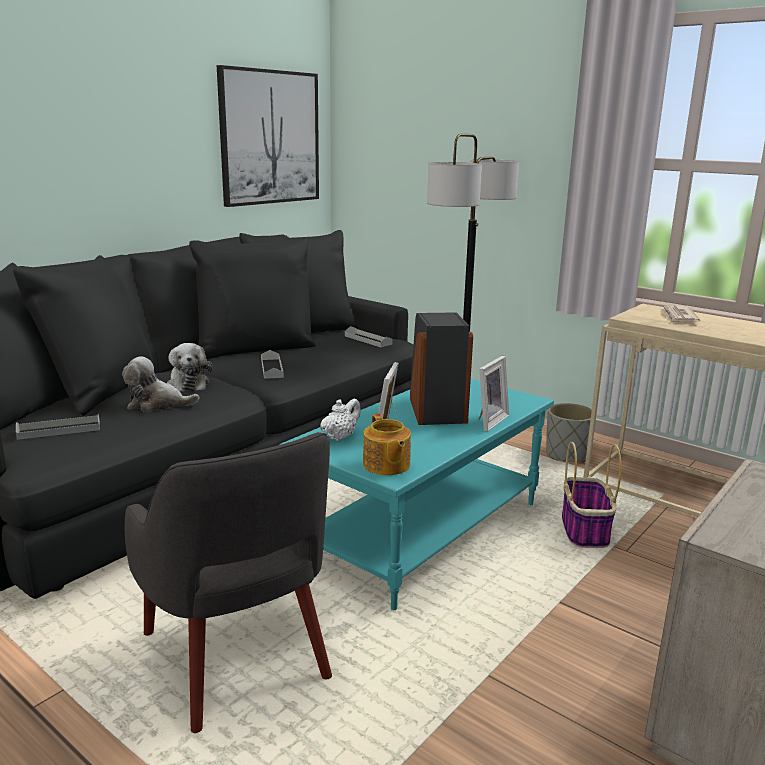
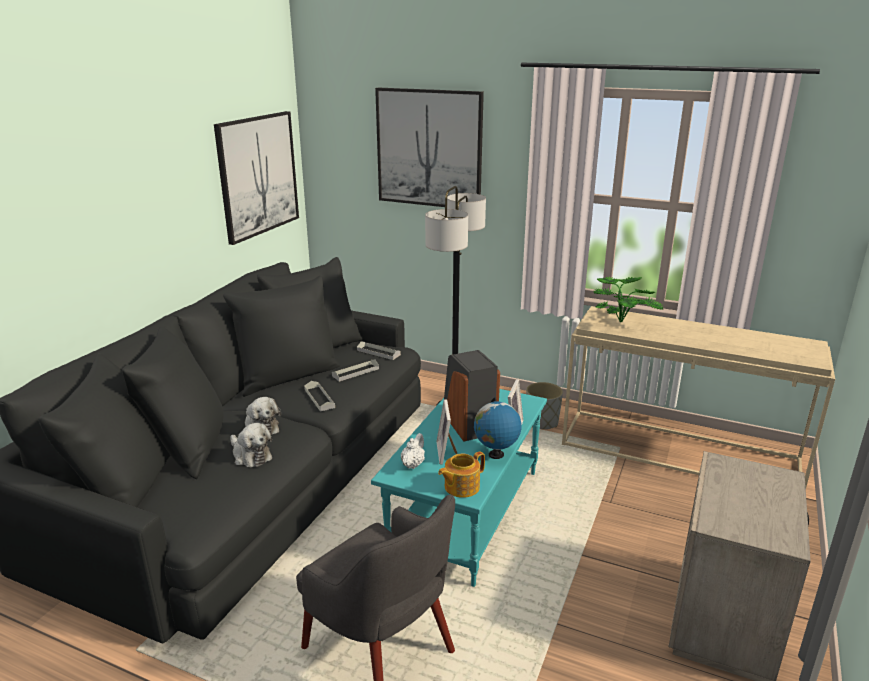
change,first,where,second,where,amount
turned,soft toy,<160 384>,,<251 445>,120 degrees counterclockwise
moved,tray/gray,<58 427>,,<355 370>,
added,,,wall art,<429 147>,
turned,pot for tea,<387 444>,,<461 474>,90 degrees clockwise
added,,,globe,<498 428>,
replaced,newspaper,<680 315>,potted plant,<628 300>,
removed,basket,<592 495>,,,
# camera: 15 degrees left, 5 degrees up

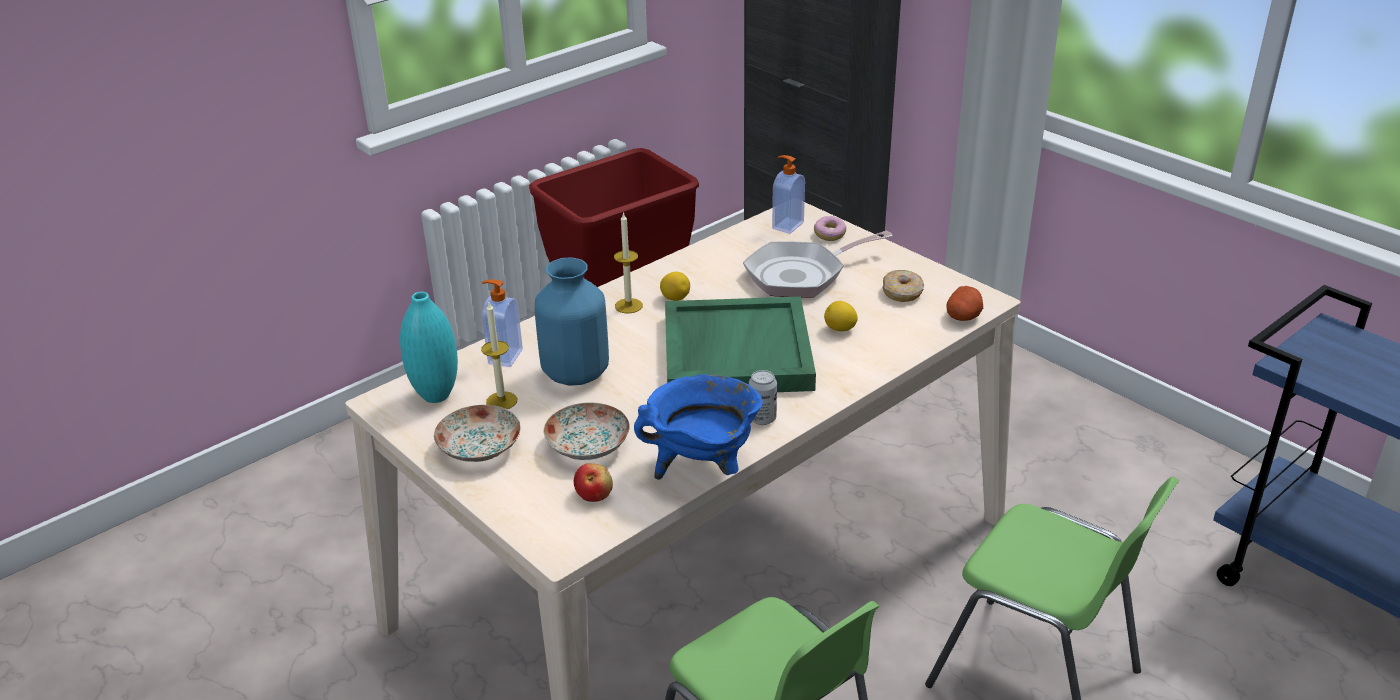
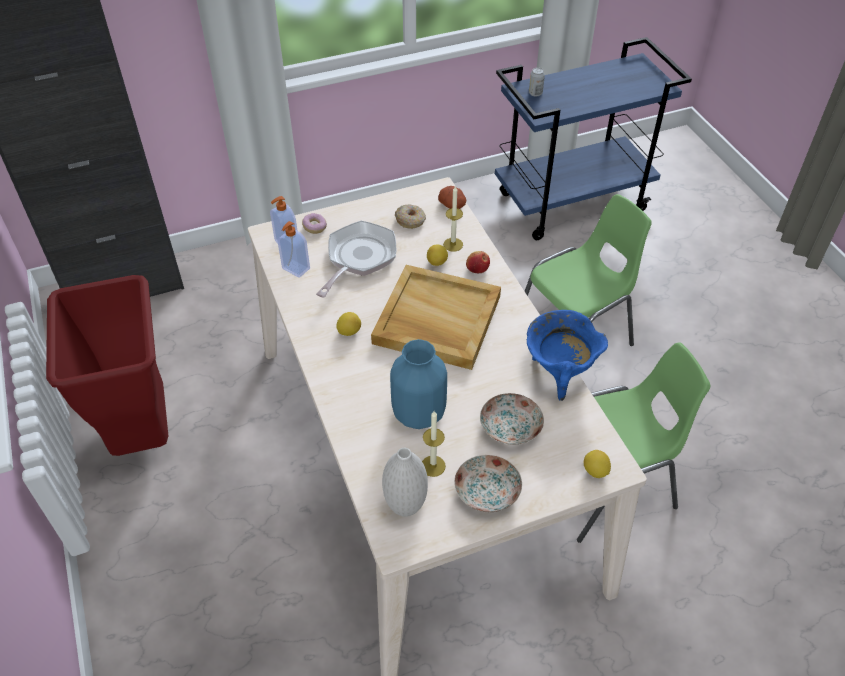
change,first,where,second,where,amount
moved,soap bottle,<502 323>,,<294 249>,
turned,pan,<818 264>,,<356 259>,150 degrees counterclockwise
recoloured,tray/green-coloured,<740 344>,tray/sand-coloured,<436 317>,
recoloured,decorative vase/turquoise-coloured,<429 347>,decorative vase/white,<405 482>,
moved,wax light,<628 262>,,<453 219>,
moved,whole apple,<593 482>,,<478 262>,
moved,sealed can,<763 397>,,<537 82>,
added,,,citrus fruit,<597 464>,
# camera: 70 degrees left, 15 degrees up

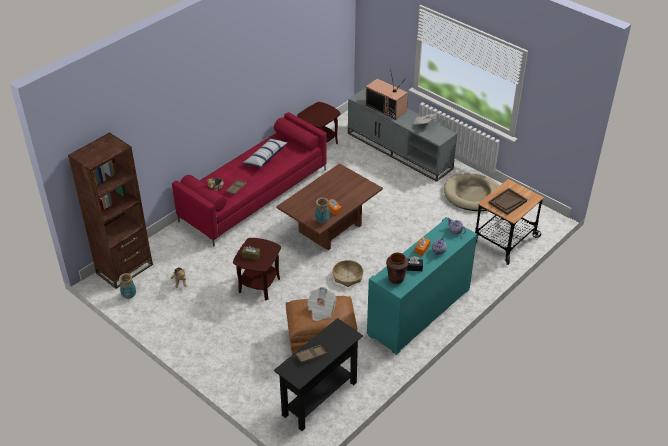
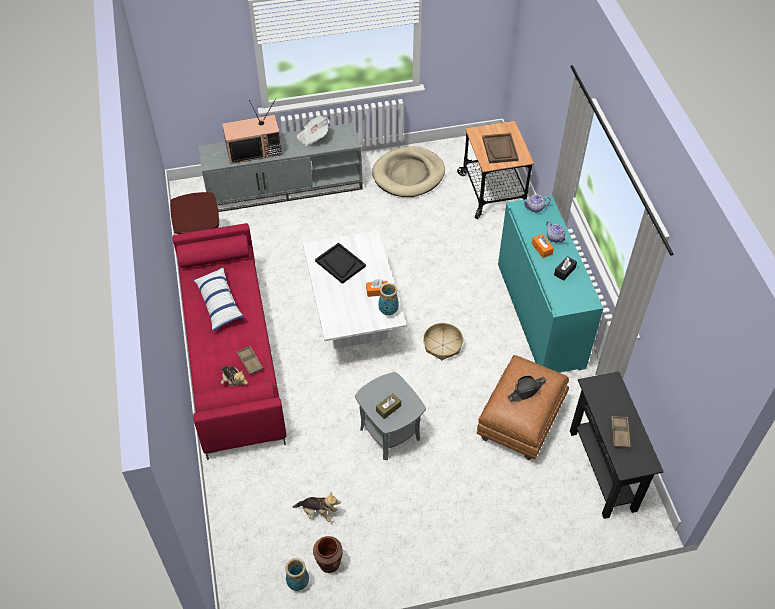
change,first,where,second,where,amount
recoloured,lounge table/brownish,<329 207>,lounge table/white,<354 289>,
moved,decorative vase/brownish,<397 268>,,<328 554>,
added,,,tray/blackish,<340 263>,
recoloured,side table/brownish,<257 269>,side table/gray,<390 416>,
replaced,newspaper,<321 304>,clothing hat/blackish,<527 388>,
removed,shelving unit/brownish,<110 210>,,,
# camera: 55 degrees left, 10 degrees up

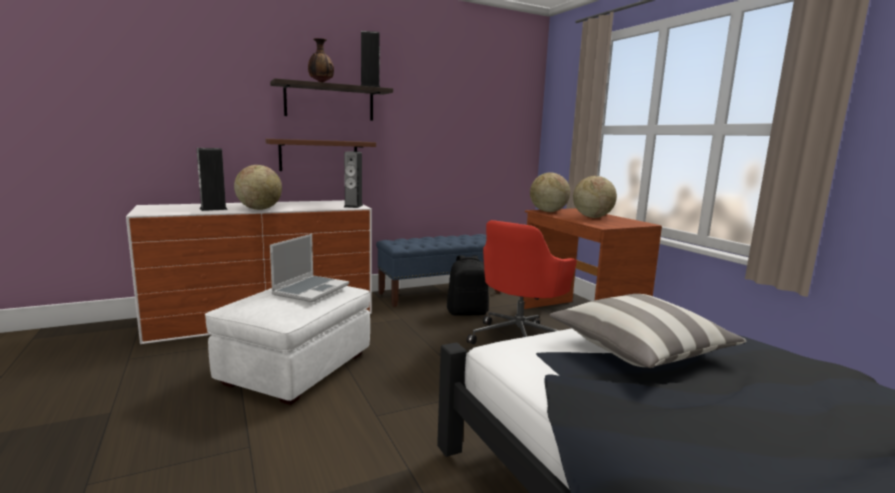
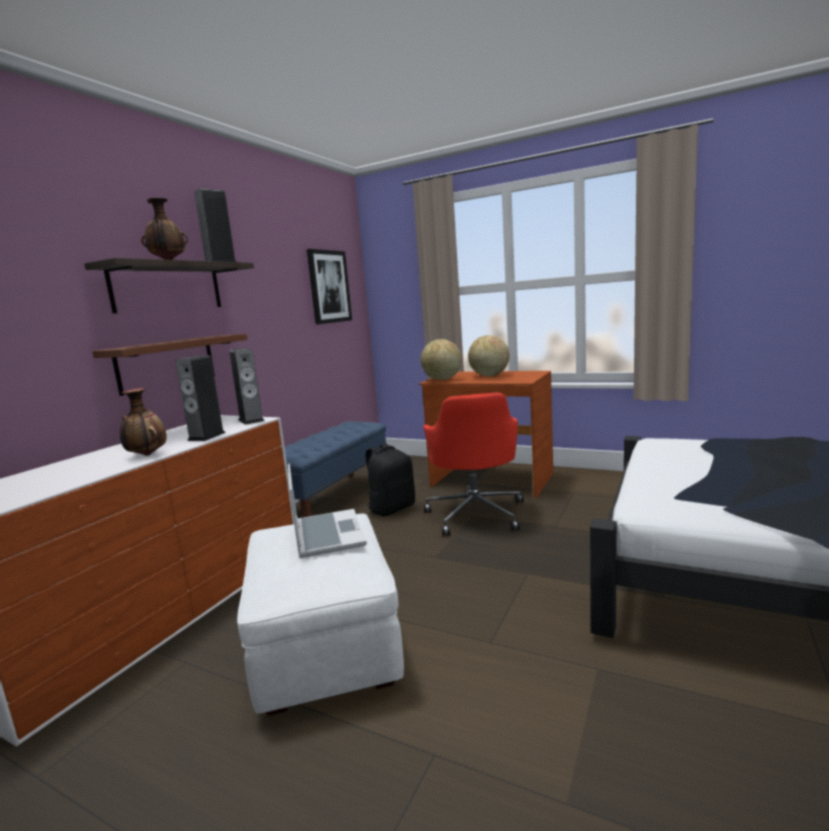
change,first,where,second,where,amount
replaced,globe,<258 187>,decorative vase,<143 422>,
moved,audio speaker,<212 179>,,<200 398>,
added,,,wall art,<329 287>,
removed,pillow,<648 331>,,,
# camera: 35 degrees left, 0 degrees up

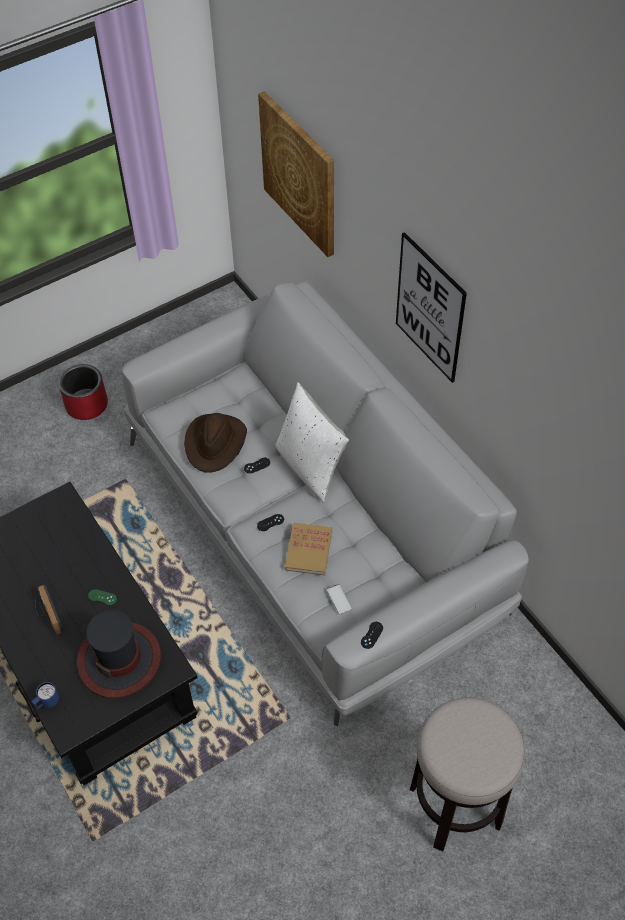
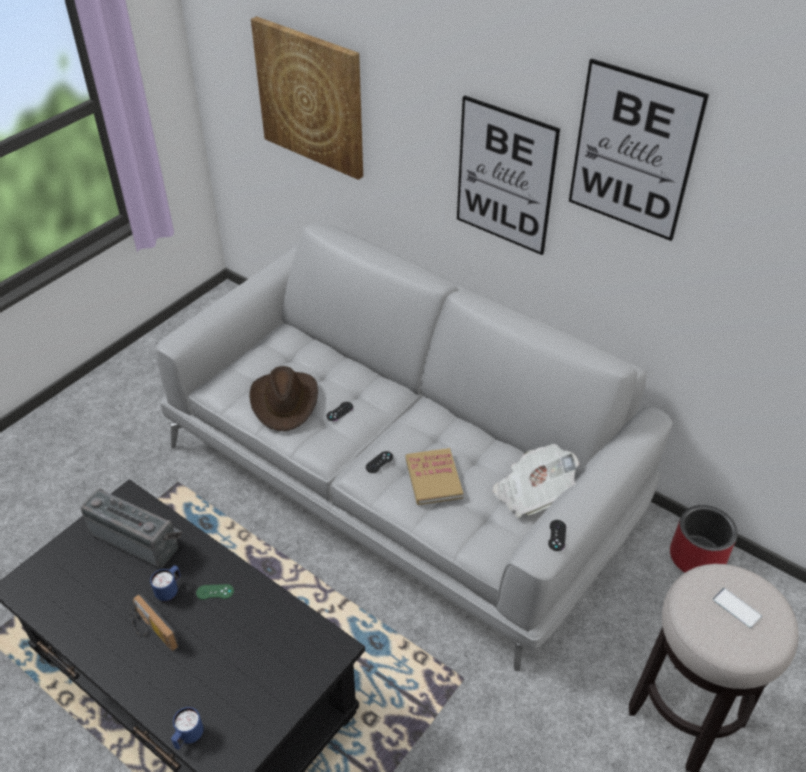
change,first,where,second,where,amount
added,,,radio set,<131 528>,
added,,,coffee mug/blue,<165 583>,
added,,,newspaper,<536 481>,
added,,,wall art,<639 149>,
moved,planter/red,<83 392>,,<704 539>,
moved,telephone,<339 599>,,<737 608>,
removed,clothing hat,<119 654>,,,
removed,pillow/white,<312 442>,,,
# camera: 20 degrees left, 10 degrees down

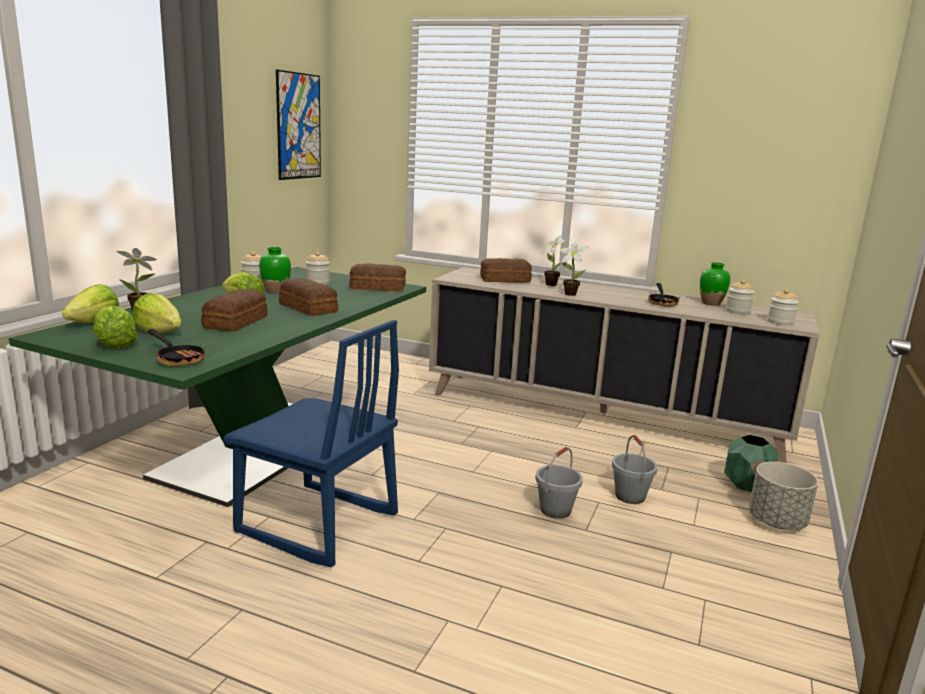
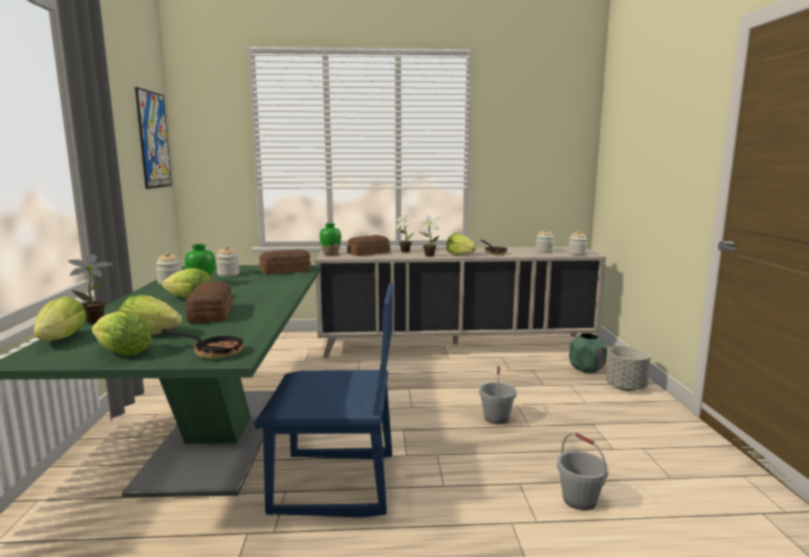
change,first,where,second,where,amount
moved,decorative vase/green-coloured,<715 284>,,<330 239>,
added,,,head of lettuce,<461 244>,
moved,water bucket/gray,<635 469>,,<582 472>,
removed,bread,<308 297>,,,
# camera: 25 degrees left, 5 degrees down

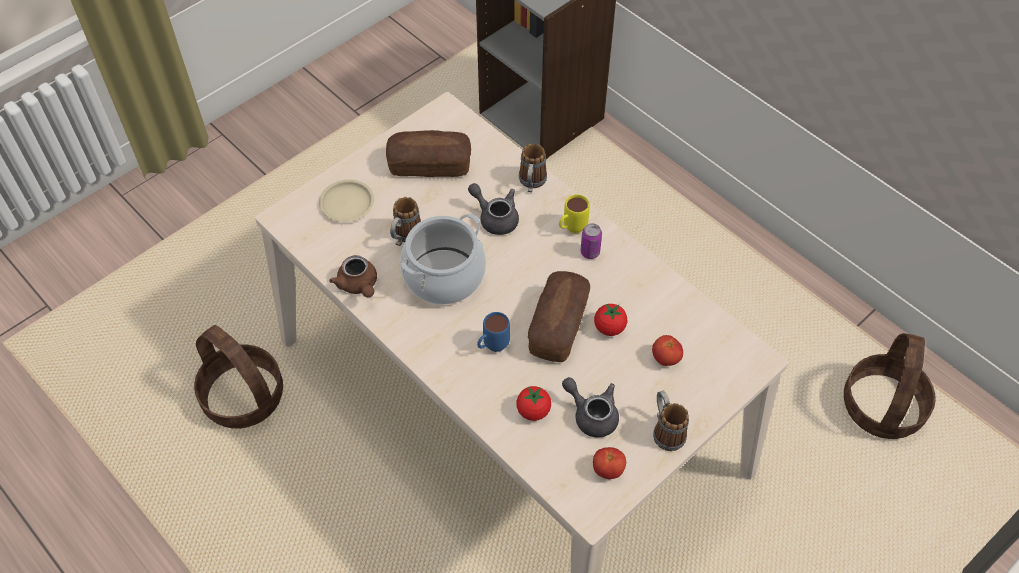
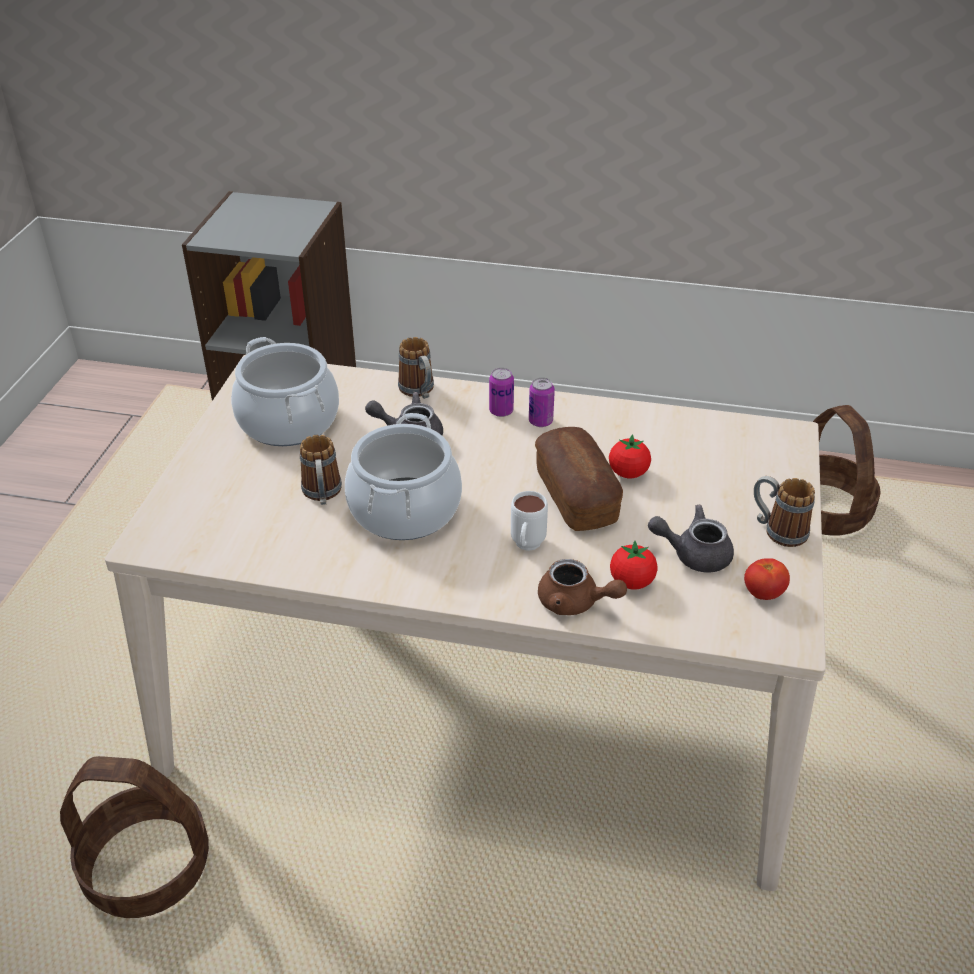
change,first,where,second,where,amount
replaced,bread,<428 153>,cooking pot,<285 391>,
replaced,coffee mug/yellowish,<574 213>,sealed can,<501 392>,
recoloured,coffee mug/blue,<493 332>,coffee mug/white,<529 521>,
moved,pot for tea/brownish,<353 276>,,<582 587>,
removed,flat dish/sand-coloured,<346 201>,,,
removed,tomato,<667 350>,,,
# camera: 35 degrees left, 15 degrees down

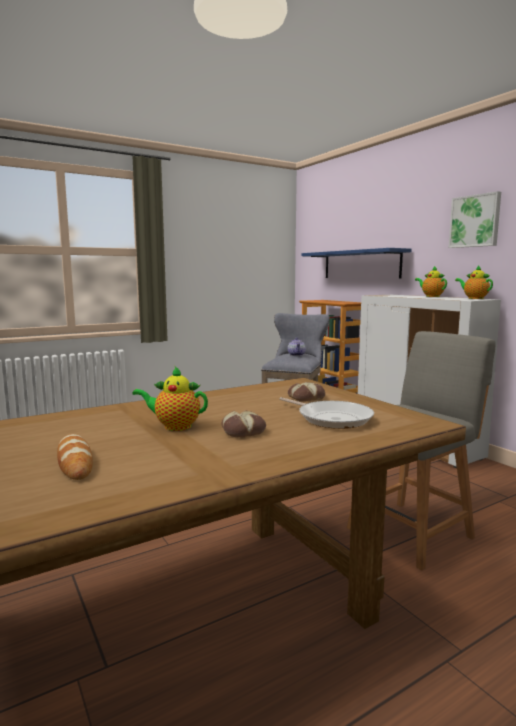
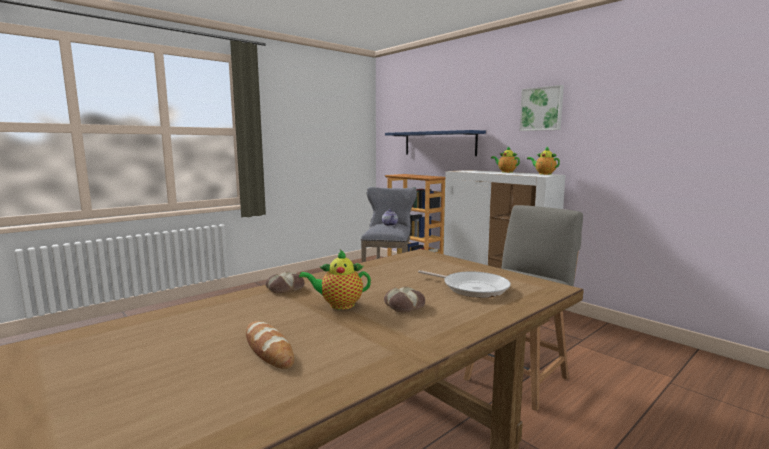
change,first,where,second,where,amount
moved,bread,<306 391>,,<285 282>,
# camera: 10 degrees left, 0 degrees up

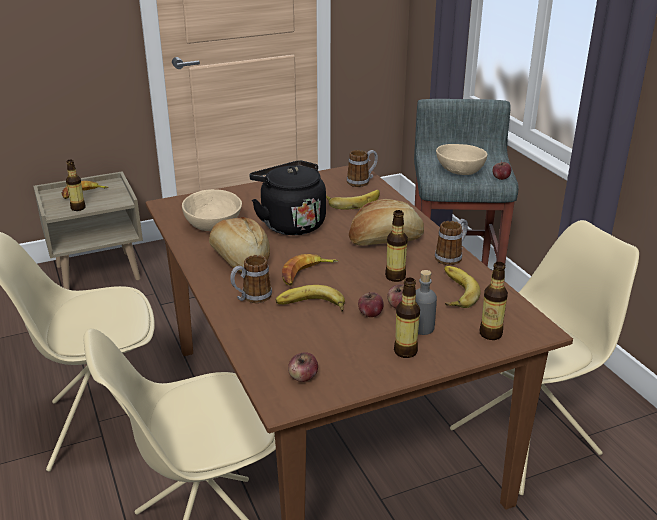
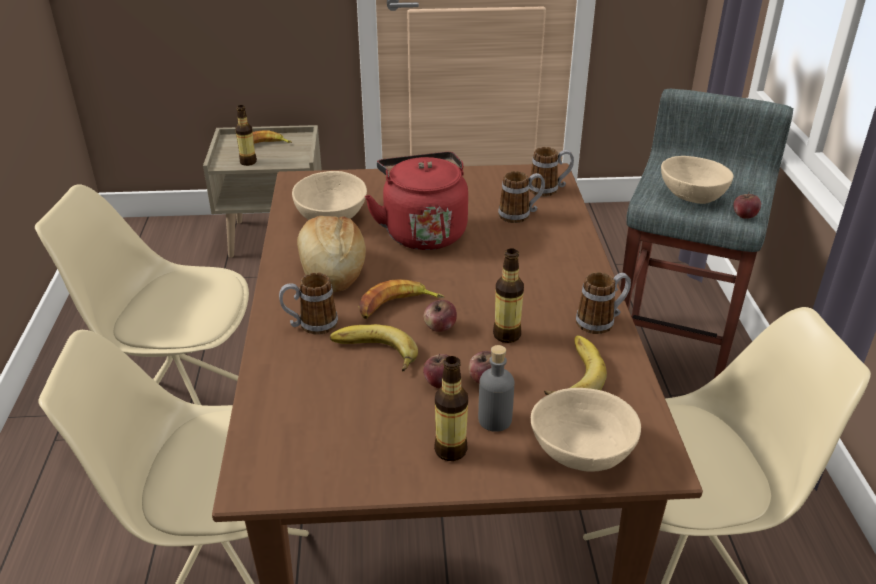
change,first,where,second,where,amount
recoloured,water kettle/blackish,<287 197>,water kettle/red,<416 201>,
moved,whole apple,<303 367>,,<440 316>,
replaced,banana fruit,<353 200>,coffee mug,<521 197>,
replaced,beverage bottle,<494 301>,deep dish/sand-coloured,<586 430>,
removed,bread,<386 222>,,,
# camera: 20 degrees right, 5 degrees up

